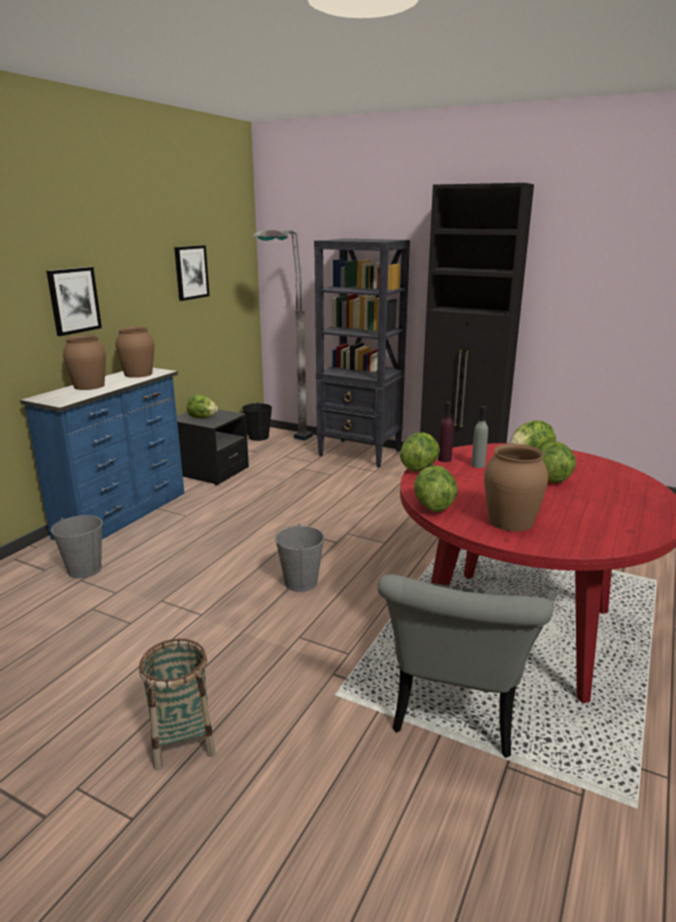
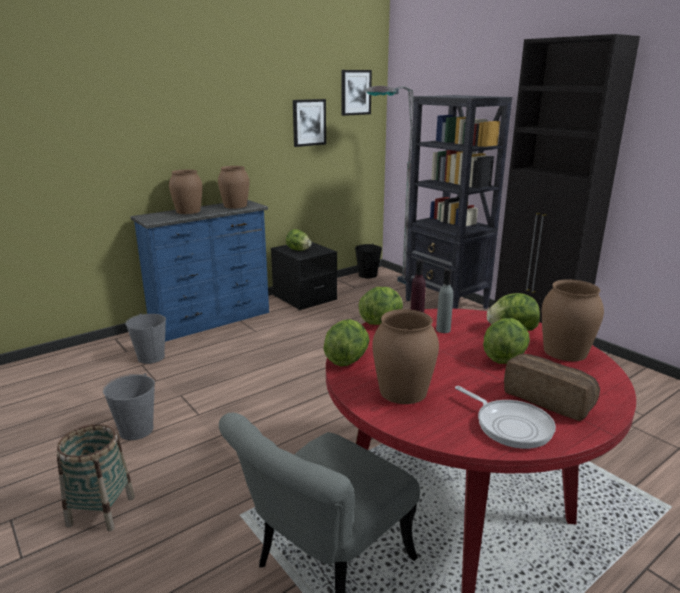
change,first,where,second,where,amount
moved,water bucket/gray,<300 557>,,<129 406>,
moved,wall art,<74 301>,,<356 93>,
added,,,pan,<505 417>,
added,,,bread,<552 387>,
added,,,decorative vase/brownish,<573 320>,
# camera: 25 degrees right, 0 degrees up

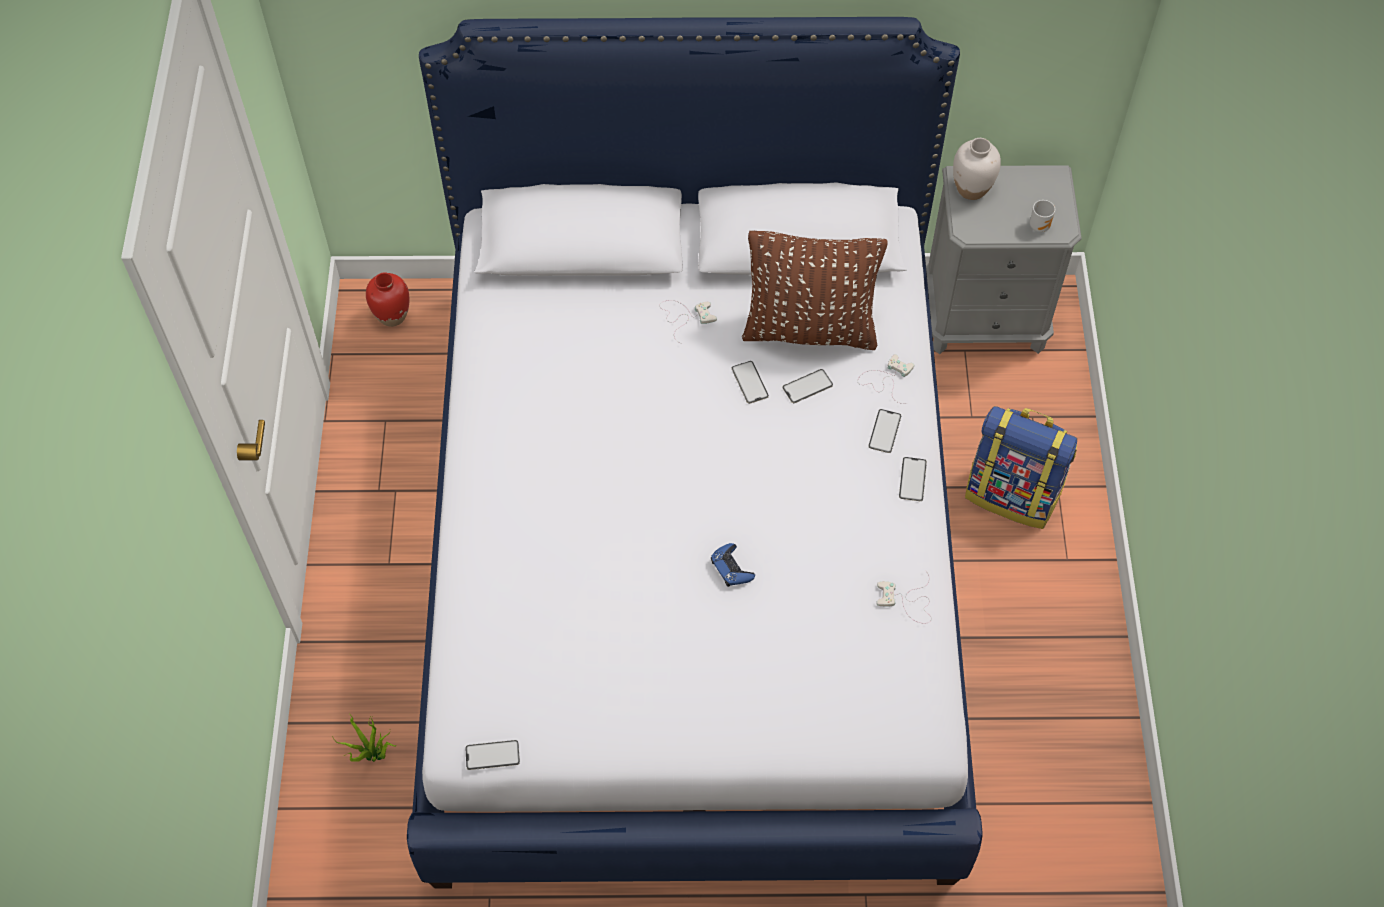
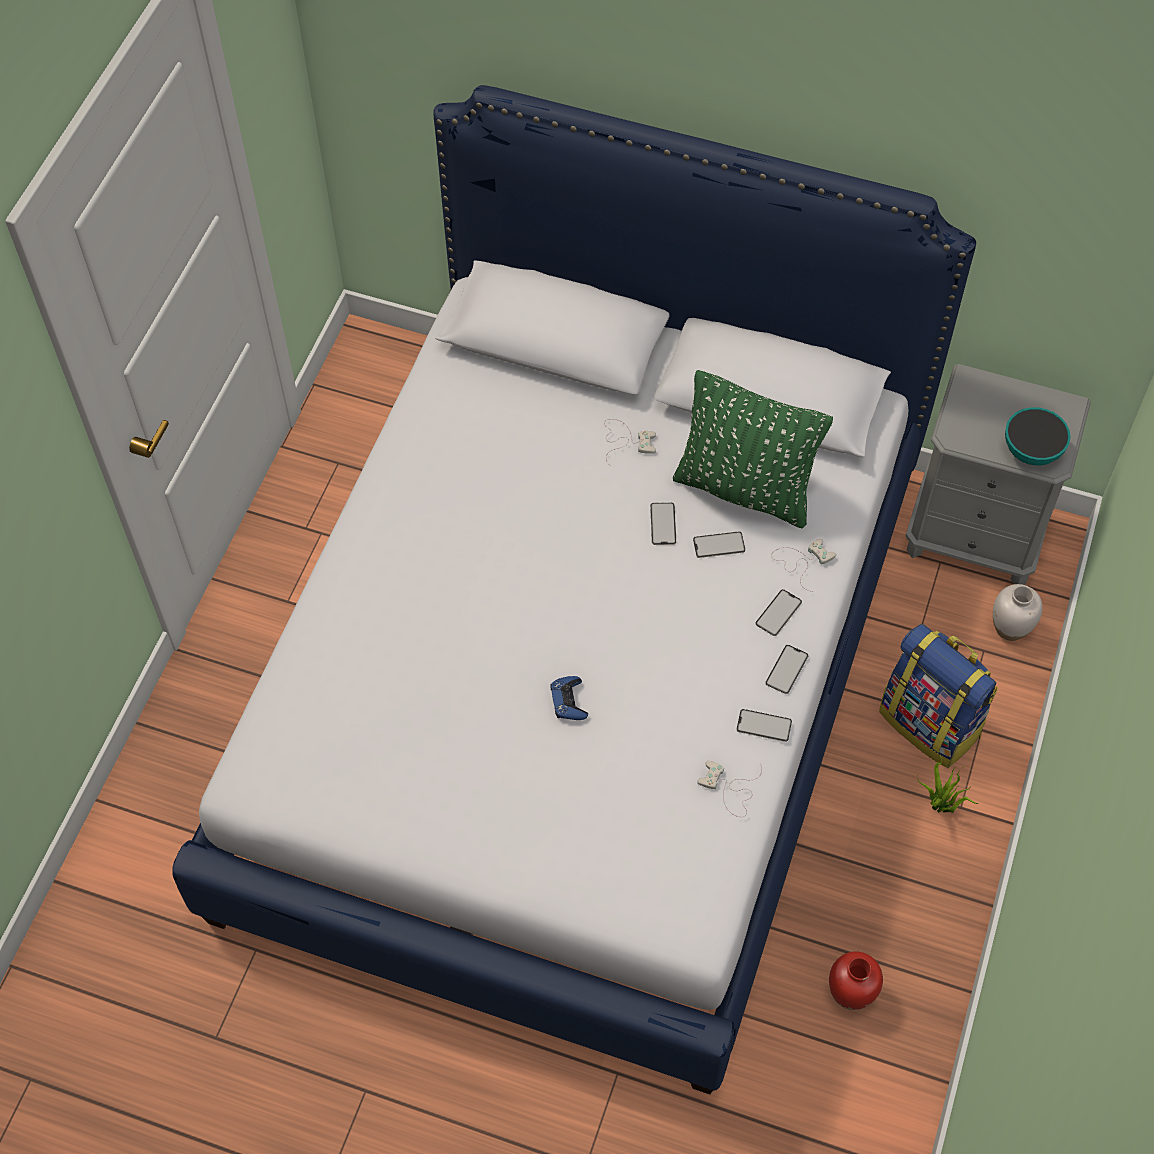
change,first,where,second,where,amount
recoloured,pillow/brownish,<815 290>,pillow/green-coloured,<753 449>,
moved,telephone,<492 755>,,<764 725>,
moved,decorative vase/red,<387 299>,,<856 980>,
moved,potted plant,<364 737>,,<948 786>,
moved,decorative vase/white,<977 169>,,<1018 612>,
replaced,coffee mug,<1042 216>,deep dish,<1038 436>,
# camera: 20 degrees right, 0 degrees up

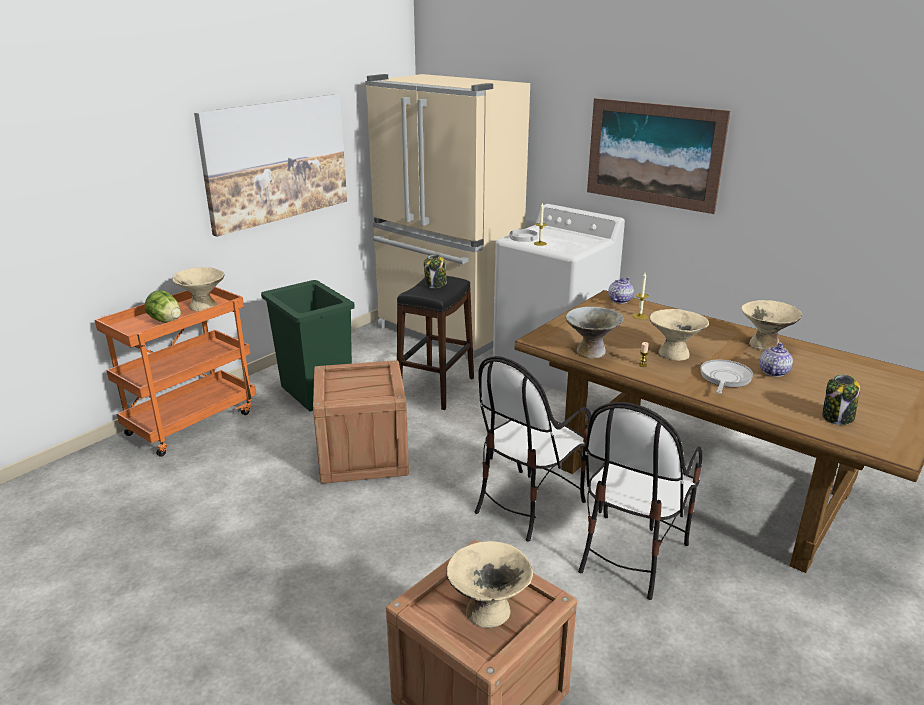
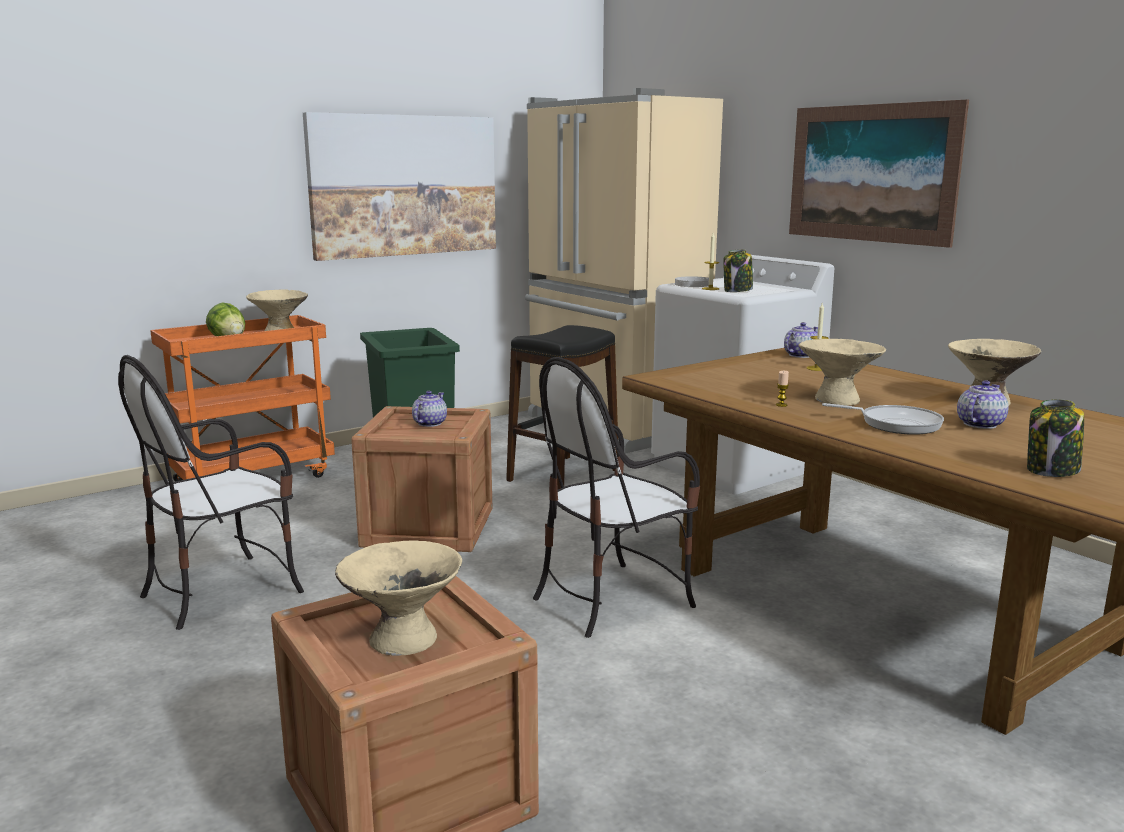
change,first,where,second,where,amount
moved,chair,<640 501>,,<211 492>,
added,,,pot for tea,<429 409>,
moved,preserve jar,<435 271>,,<738 270>,
turned,pan,<726 376>,,<883 419>,75 degrees clockwise
removed,deep dish/gray,<594 332>,,,
# camera: 15 degrees right, 10 degrees down

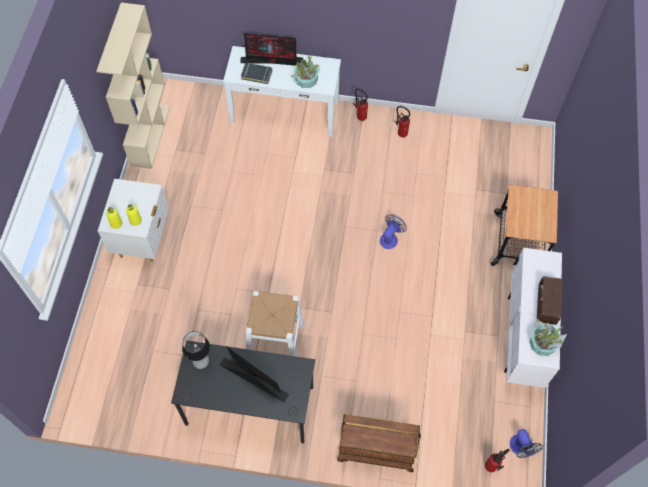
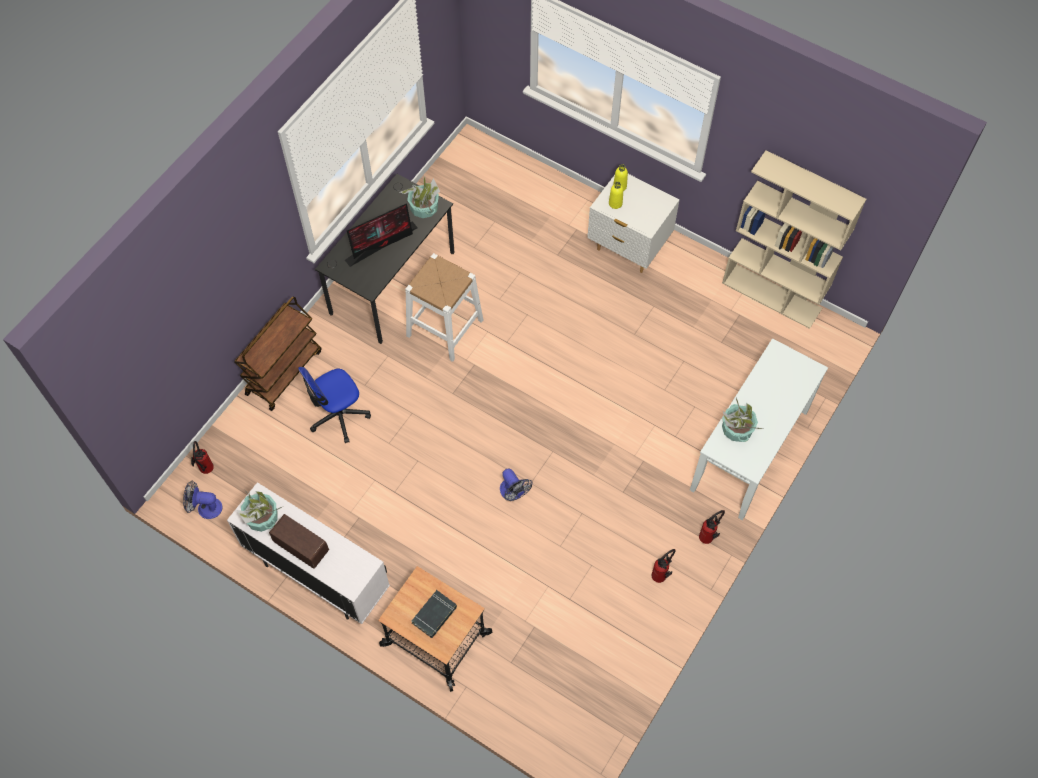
change,first,where,second,where,amount
added,,,computer chair,<334 405>,
replaced,tabletop lamp,<196 350>,potted plant,<420 197>,
moved,bound book/blackish,<256 73>,,<434 614>,
removed,monitor,<271 49>,,,
# camera: 115 degrees right, 0 degrees up

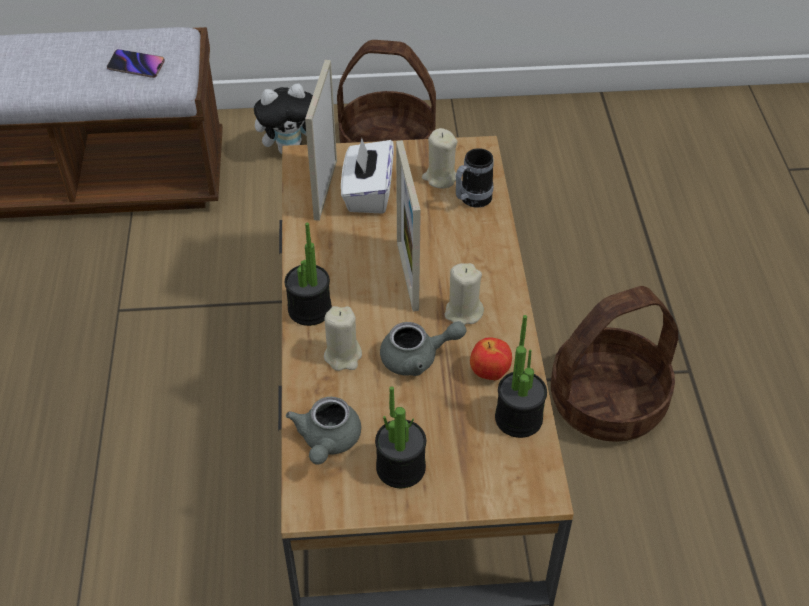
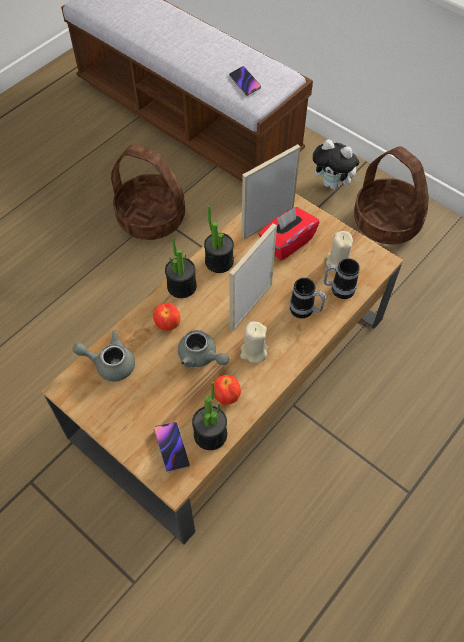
change,first,where,second,where,amount
turned,pot for tea/gray,<323 431>,,<104 356>,45 degrees clockwise
moved,basket,<614 364>,,<148 192>,
replaced,wax light/sand-coloured,<343 338>,whole apple,<167 317>,
added,,,telephone,<172 447>,
moved,potted plant,<400 437>,,<219 239>,
recoloured,tissue box/white,<367 175>,tissue box/red,<289 234>,
added,,,coffee mug,<308 298>,
# camera: 45 degrees right, 10 degrees up

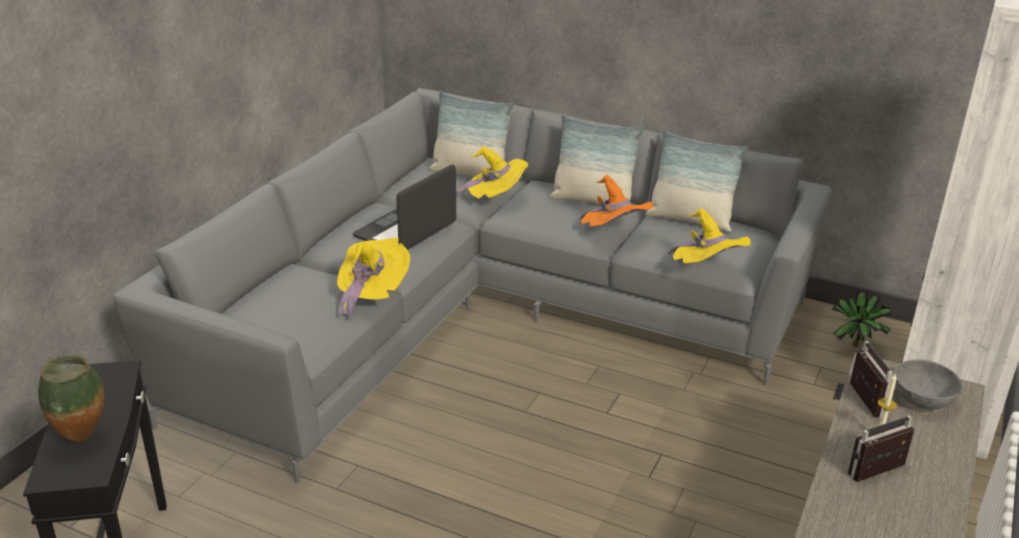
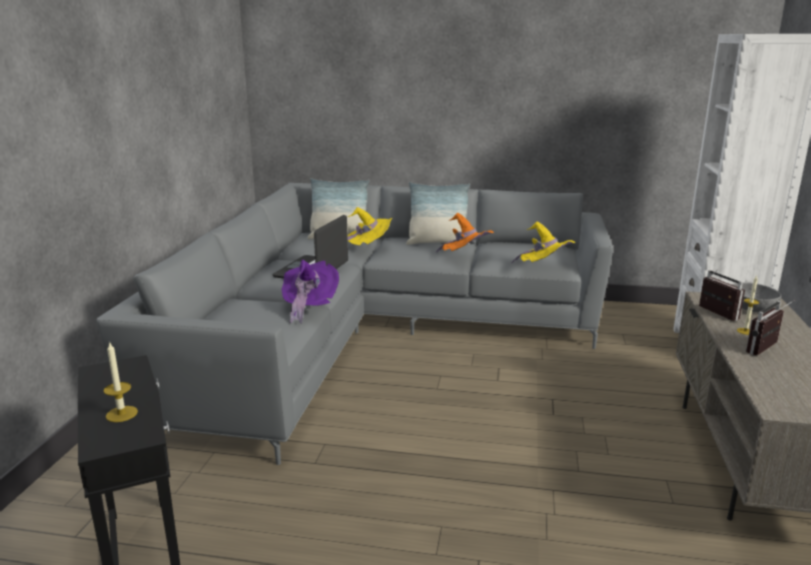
change,first,where,second,where,amount
replaced,decorative vase,<71 399>,wax light,<120 381>,
recoloured,clothing hat/yellowish,<373 279>,clothing hat/purplish,<310 292>,
removed,pillow,<696 181>,,,
removed,potted plant,<862 319>,,,
# camera: 15 degrees left, 10 degrees down

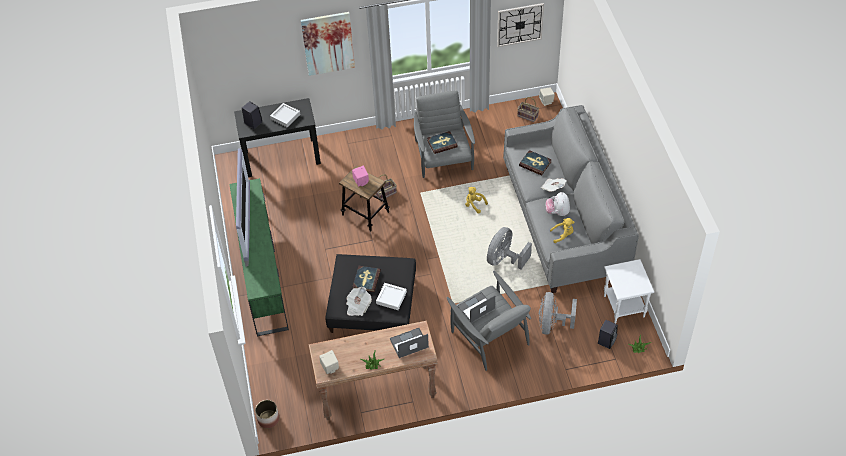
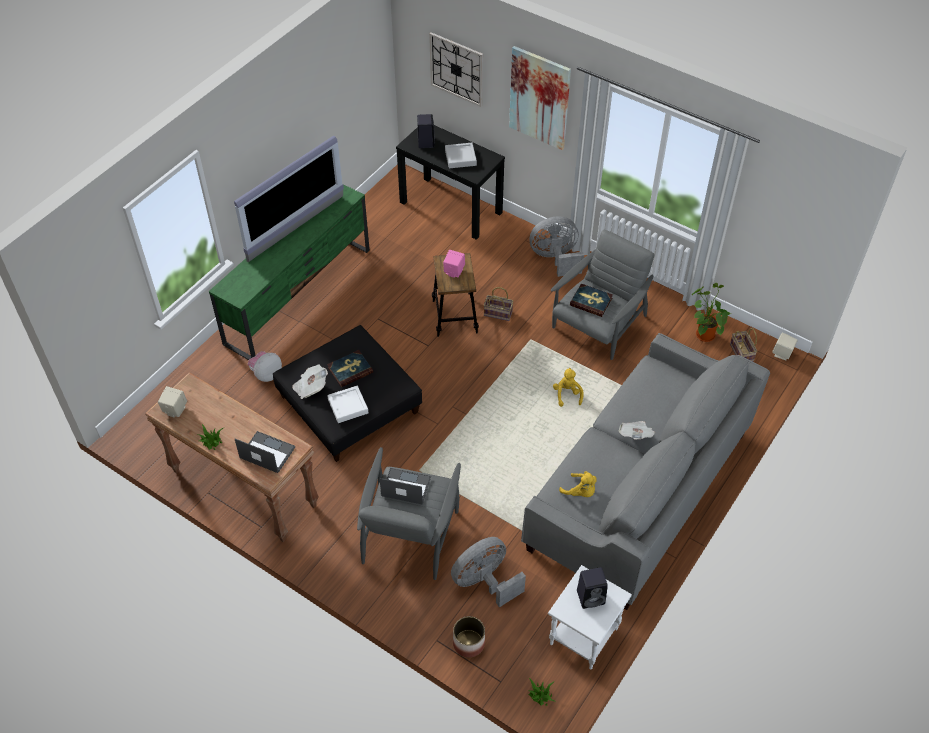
change,first,where,second,where,amount
moved,soft toy,<557 204>,,<265 366>,
moved,hanging clock,<520 25>,,<456 69>,
moved,planter,<267 414>,,<469 637>,
moved,fan/gray,<509 248>,,<556 246>,
moved,audio speaker/blackish,<608 334>,,<592 588>,
added,,,potted plant,<711 312>,
removed,bound book,<535 162>,,,
# camera: 45 degrees right, 0 degrees up

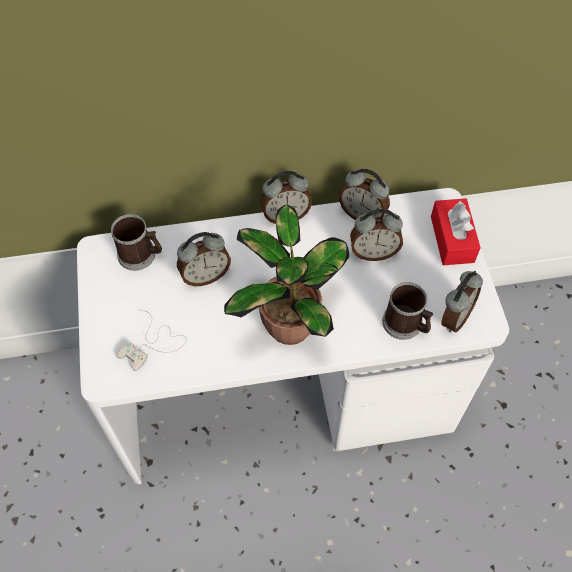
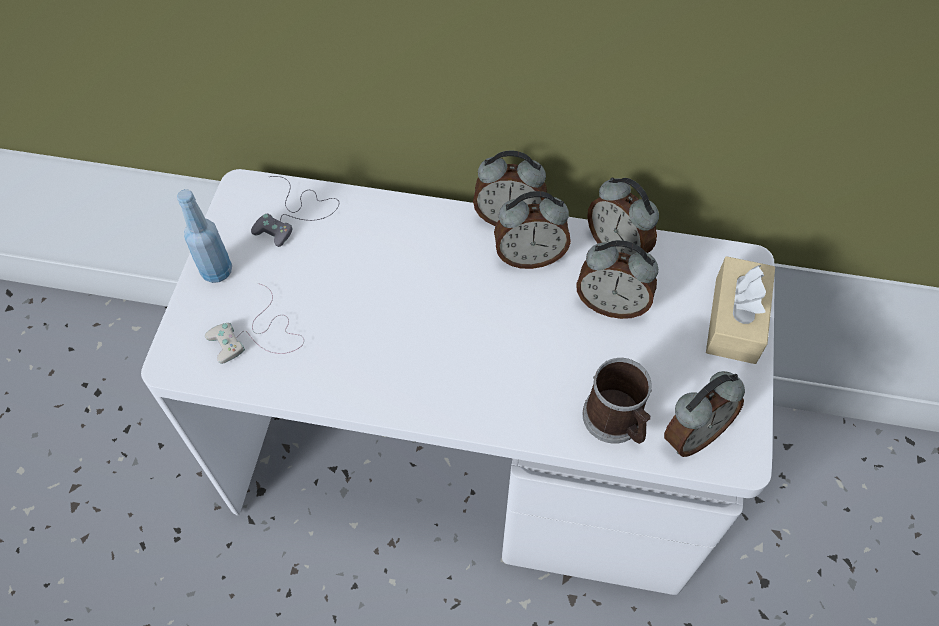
change,first,where,second,where,amount
added,,,beverage bottle/blue,<204 236>,
replaced,coffee mug,<136 242>,game controller/gray,<295 211>,
moved,bedside clock,<204 259>,,<532 230>,
recoloured,tissue box/red,<455 231>,tissue box/sand-coloured,<740 310>,
removed,potted plant,<286 275>,,,
# camera: 20 degrees right, 0 degrees up

